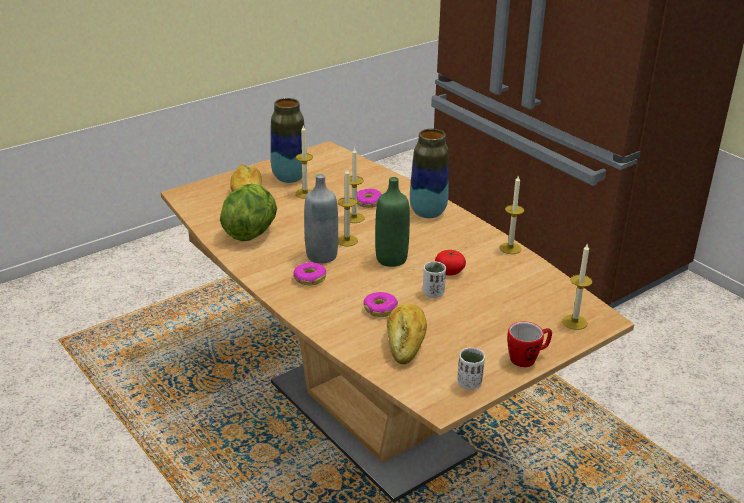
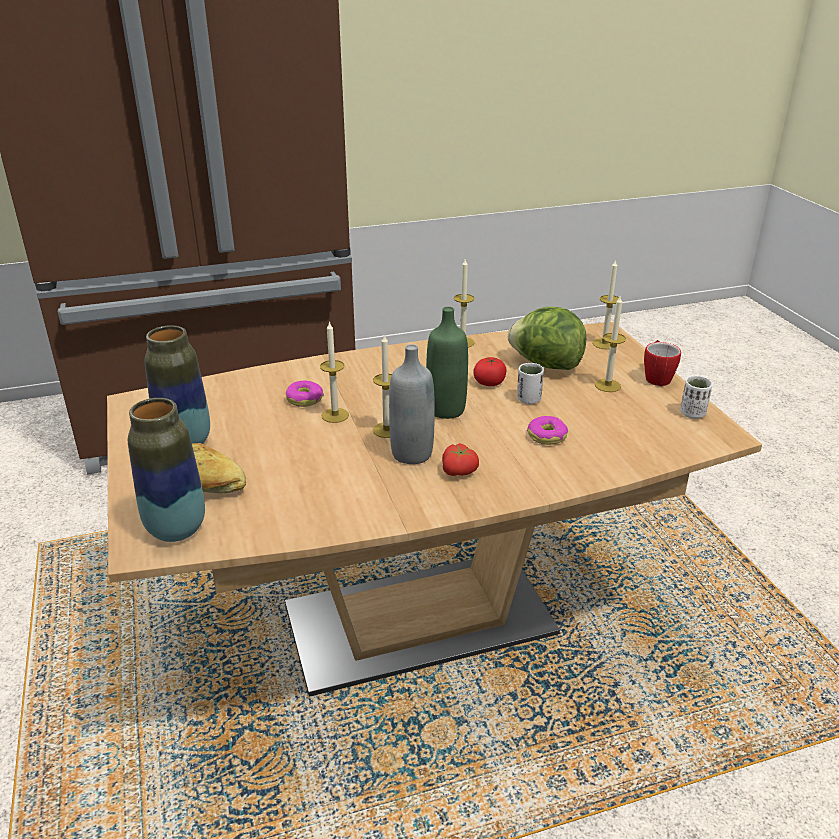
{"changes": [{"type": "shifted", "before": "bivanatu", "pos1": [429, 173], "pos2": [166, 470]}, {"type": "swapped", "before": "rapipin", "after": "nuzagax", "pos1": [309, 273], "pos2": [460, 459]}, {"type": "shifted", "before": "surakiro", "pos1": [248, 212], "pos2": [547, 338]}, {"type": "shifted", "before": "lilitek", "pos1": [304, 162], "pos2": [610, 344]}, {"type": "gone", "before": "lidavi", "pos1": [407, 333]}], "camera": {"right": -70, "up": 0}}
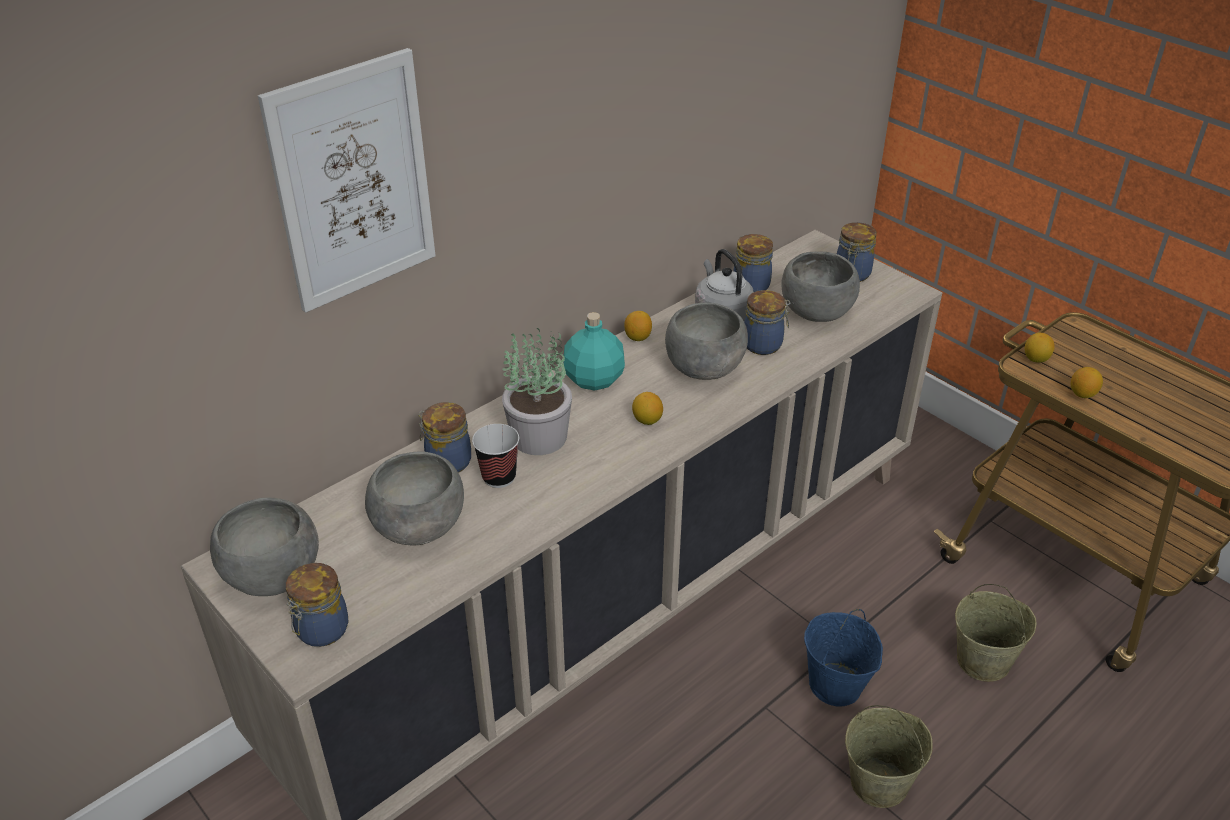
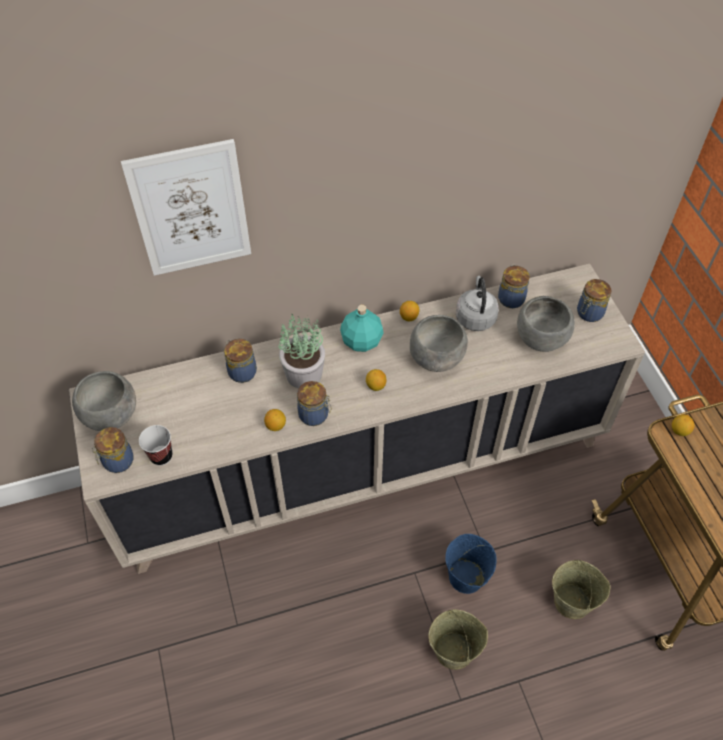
{"changes": [{"type": "shifted", "before": "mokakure", "pos1": [495, 456], "pos2": [156, 445]}, {"type": "shifted", "before": "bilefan", "pos1": [1087, 382], "pos2": [275, 420]}, {"type": "shifted", "before": "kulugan", "pos1": [767, 322], "pos2": [314, 403]}, {"type": "gone", "before": "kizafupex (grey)", "pos1": [414, 498]}], "camera": {"right": 25, "up": 15}}
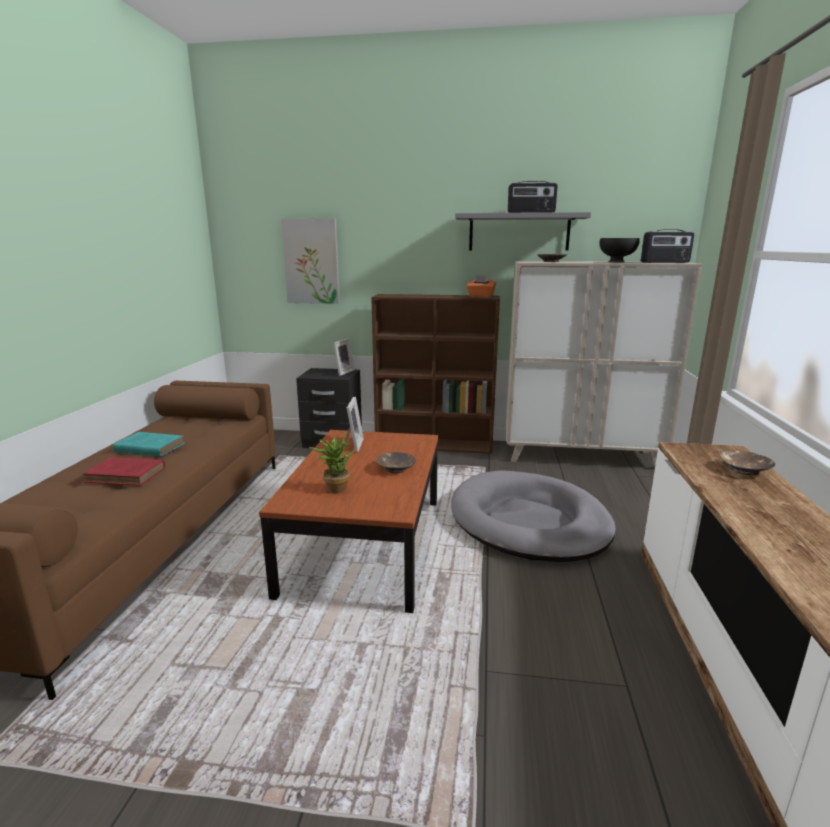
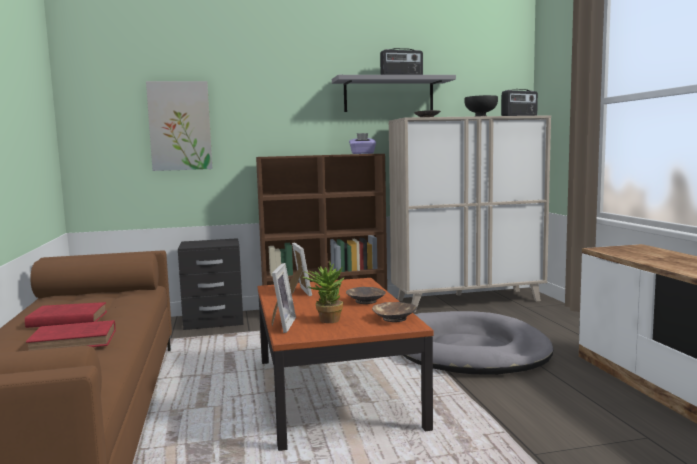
{"changes": [{"type": "repainted", "before": "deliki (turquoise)", "after": "deliki (red)", "pos1": [148, 444], "pos2": [66, 315]}, {"type": "shifted", "before": "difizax", "pos1": [344, 357], "pos2": [284, 298]}, {"type": "repainted", "before": "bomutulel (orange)", "after": "bomutulel (purple)", "pos1": [481, 286], "pos2": [362, 143]}, {"type": "shifted", "before": "kizafupex (brown)", "pos1": [747, 462], "pos2": [394, 312]}], "camera": {"right": -20, "up": -10}}
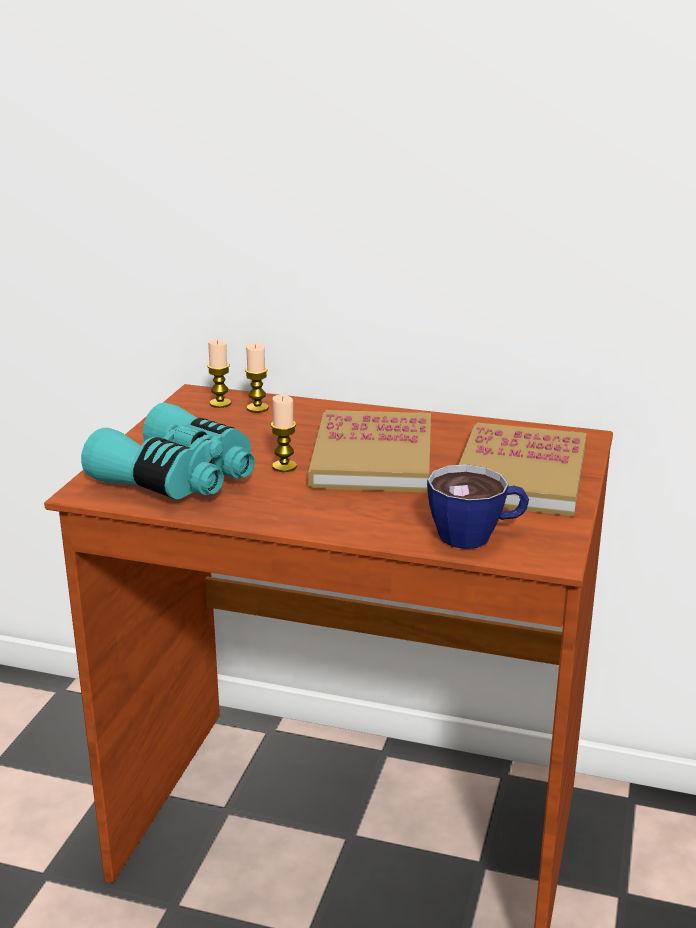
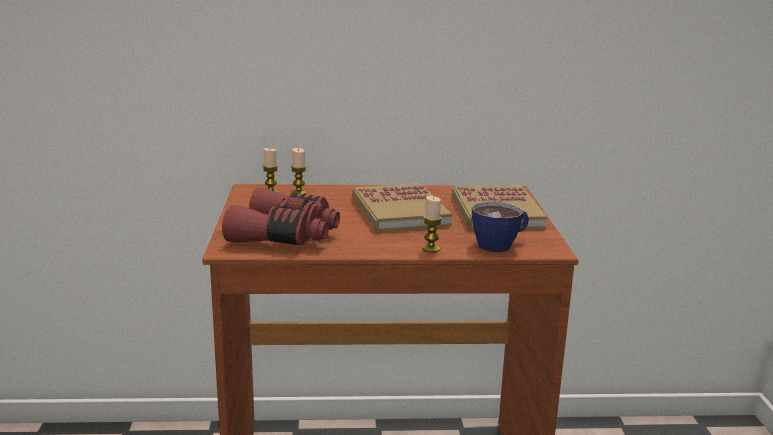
{"changes": [{"type": "repainted", "before": "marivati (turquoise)", "after": "marivati (red)", "pos1": [168, 450], "pos2": [281, 216]}, {"type": "shifted", "before": "lilitek", "pos1": [284, 433], "pos2": [432, 224]}], "camera": {"right": -20, "up": -5}}
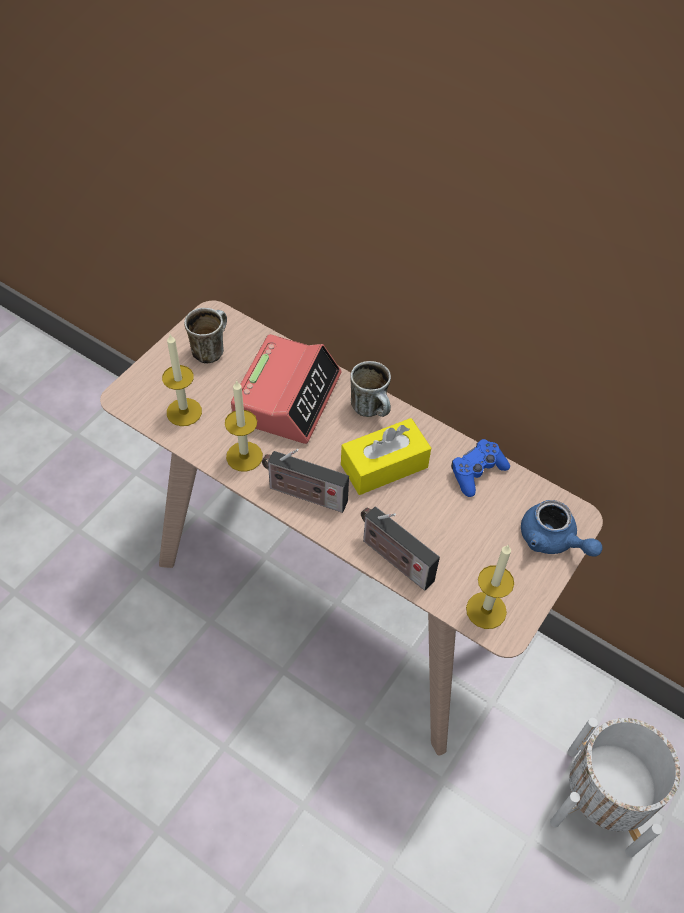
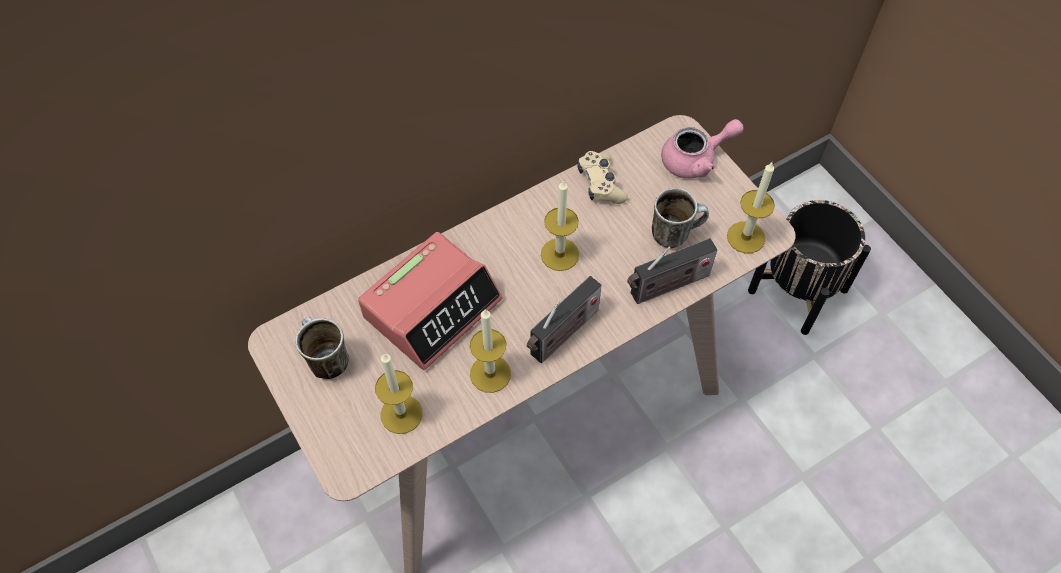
{"changes": [{"type": "rotated", "before": "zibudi", "pos1": [286, 389], "pos2": [430, 301], "turn": 90}, {"type": "swapped", "before": "bomutulel (yellow)", "after": "lilitek", "pos1": [386, 456], "pos2": [560, 225]}, {"type": "repainted", "before": "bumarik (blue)", "after": "bumarik (beige)", "pos1": [480, 468], "pos2": [602, 177]}, {"type": "shifted", "before": "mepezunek", "pos1": [370, 389], "pos2": [680, 218]}, {"type": "repainted", "before": "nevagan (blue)", "after": "nevagan (pink)", "pos1": [562, 528], "pos2": [702, 148]}, {"type": "repainted", "before": "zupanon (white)", "after": "zupanon (black)", "pos1": [615, 787], "pos2": [809, 267]}], "camera": {"right": -65, "up": 5}}
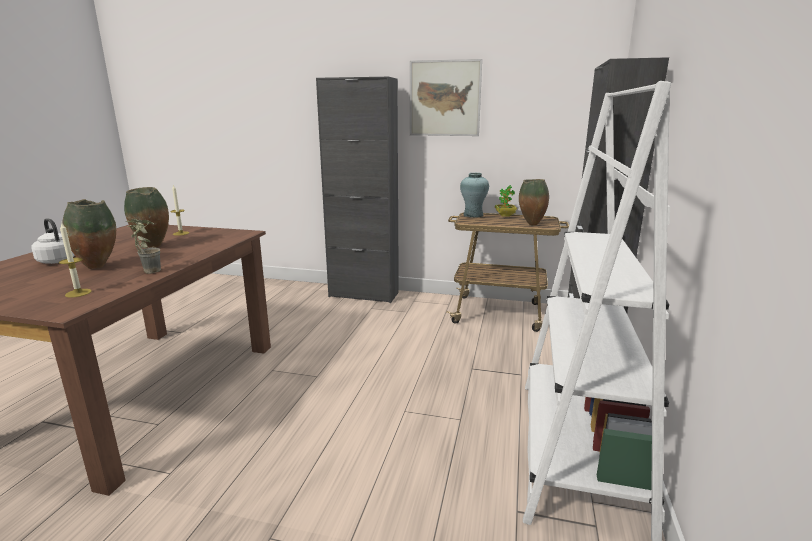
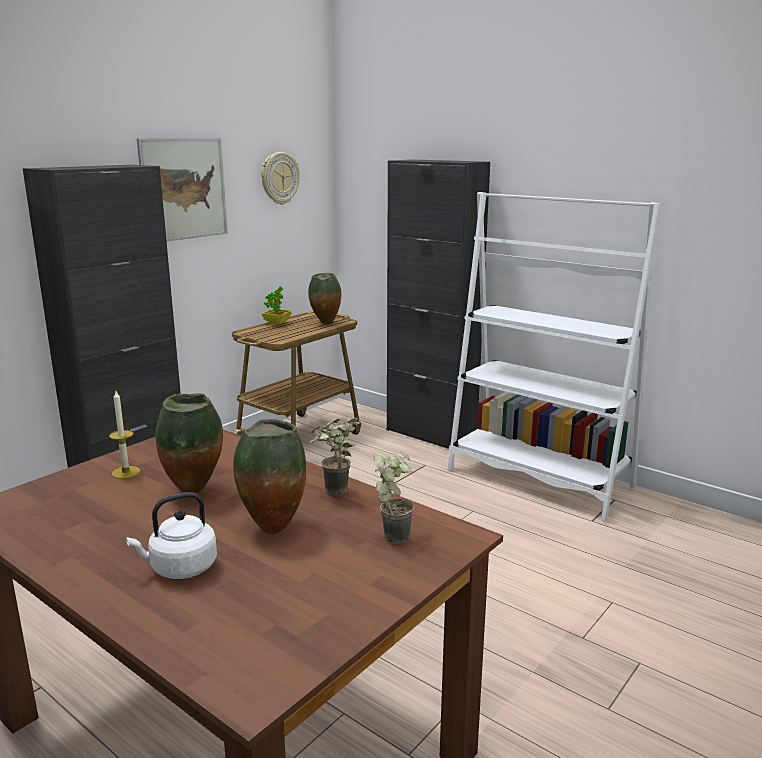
{"changes": [{"type": "new", "after": "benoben", "pos2": [280, 178]}, {"type": "swapped", "before": "lilitek", "after": "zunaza", "pos1": [75, 260], "pos2": [393, 497]}, {"type": "gone", "before": "bivanatu (turquoise)", "pos1": [474, 195]}], "camera": {"right": -65, "up": 0}}
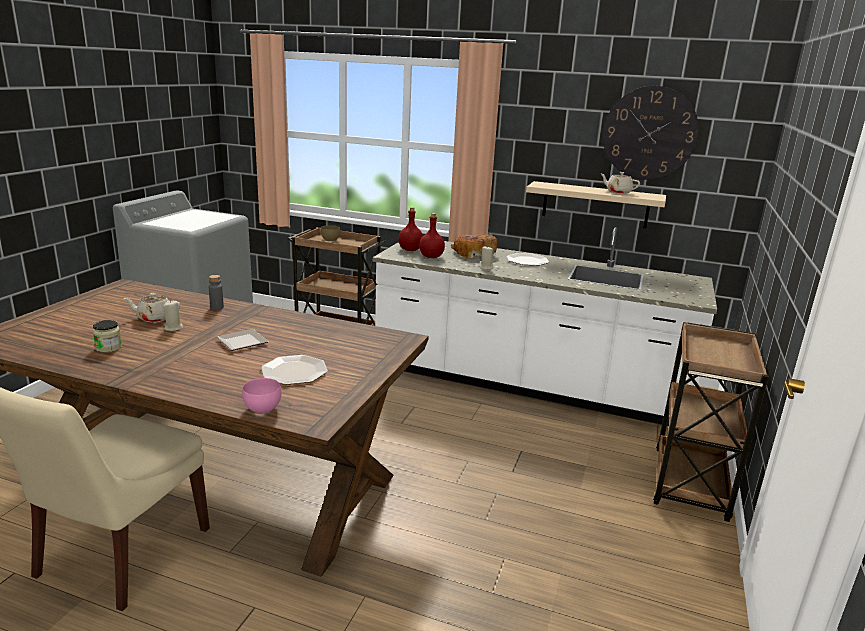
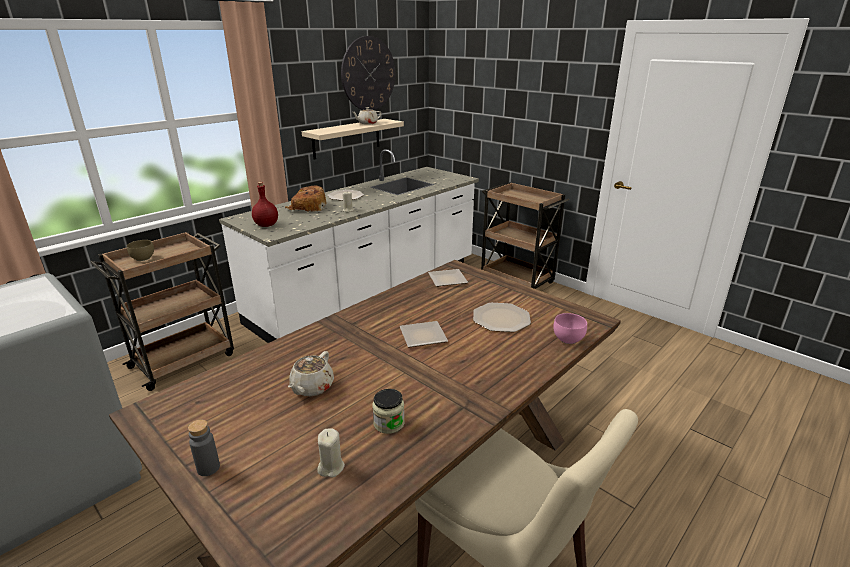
{"changes": [{"type": "shifted", "before": "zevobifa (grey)", "pos1": [216, 292], "pos2": [204, 447]}, {"type": "shifted", "before": "lilitek (beige)", "pos1": [173, 315], "pos2": [331, 453]}, {"type": "new", "after": "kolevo", "pos2": [448, 278]}, {"type": "gone", "before": "zevobifa (red)", "pos1": [432, 235]}], "camera": {"right": -65, "up": 5}}
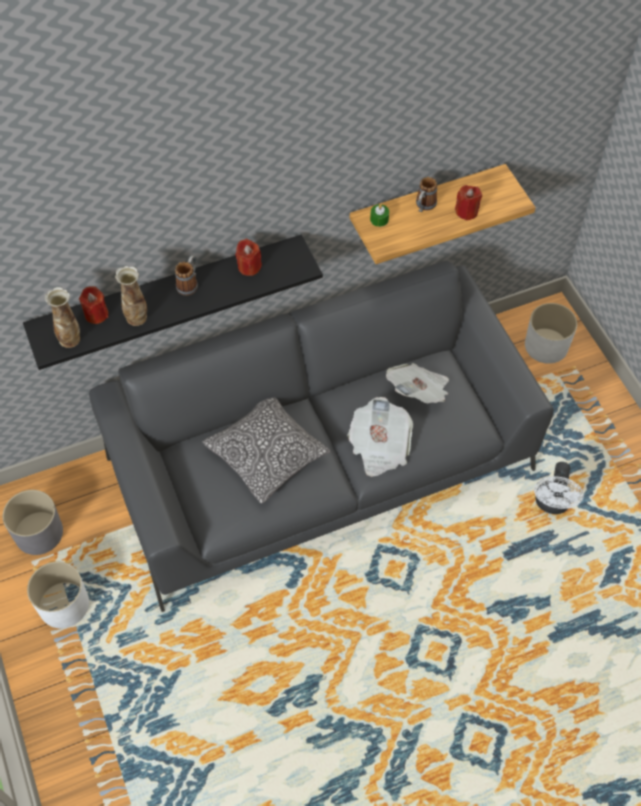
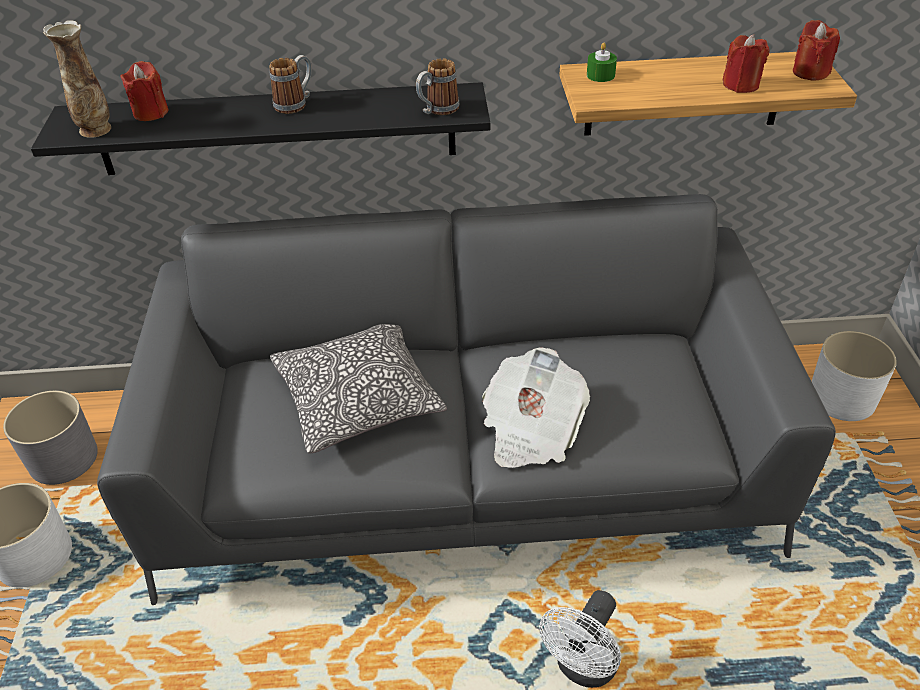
{"changes": [{"type": "shifted", "before": "mepezunek", "pos1": [426, 194], "pos2": [437, 86]}, {"type": "shifted", "before": "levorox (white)", "pos1": [559, 488], "pos2": [580, 639]}, {"type": "shifted", "before": "lilitek (red)", "pos1": [249, 257], "pos2": [816, 50]}, {"type": "gone", "before": "bivanatu", "pos1": [131, 296]}, {"type": "gone", "before": "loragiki", "pos1": [417, 383]}], "camera": {"right": 20, "up": -15}}
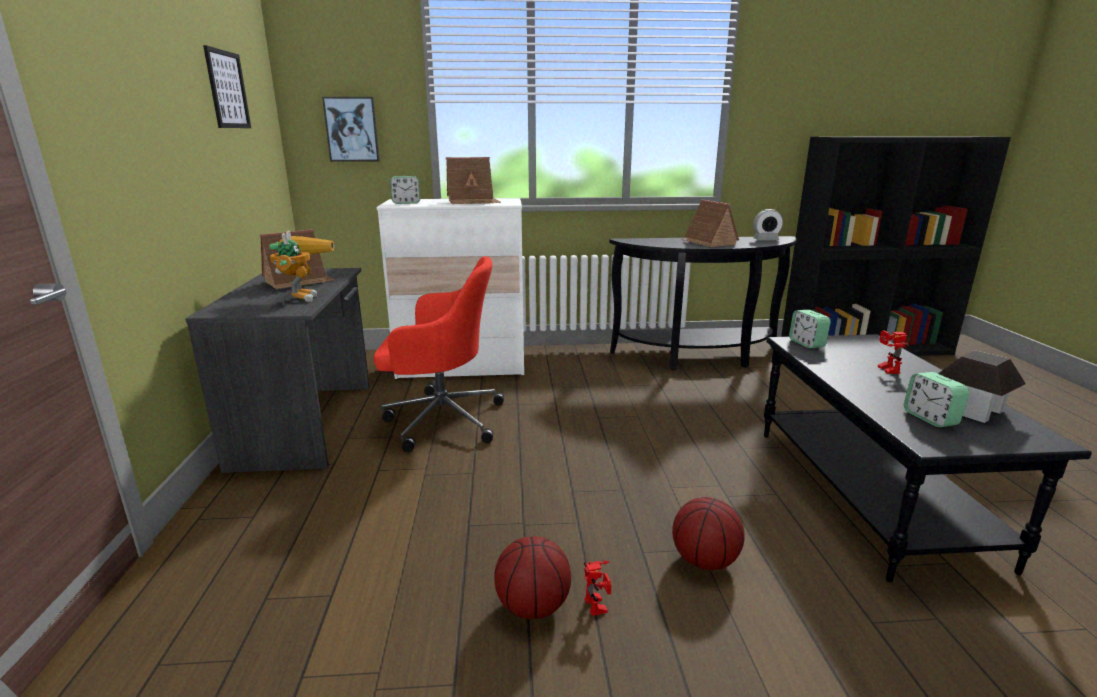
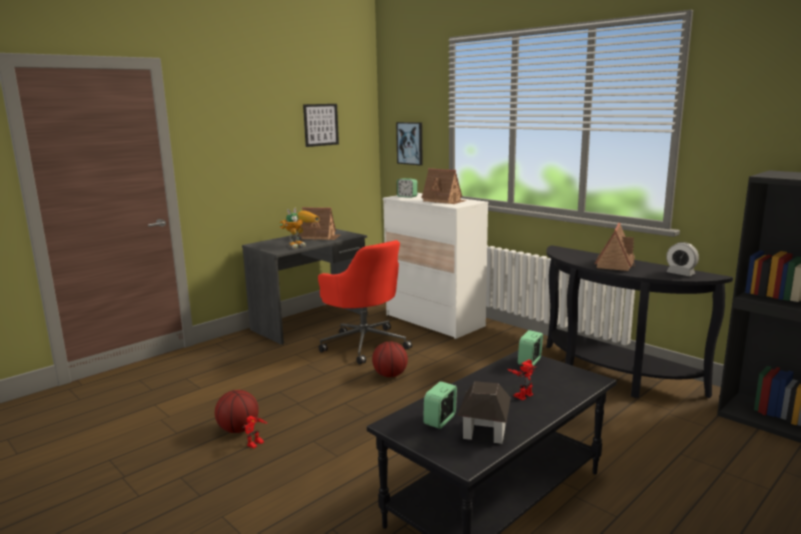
{"changes": [{"type": "shifted", "before": "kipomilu", "pos1": [708, 533], "pos2": [390, 359]}], "camera": {"right": 50, "up": -5}}
